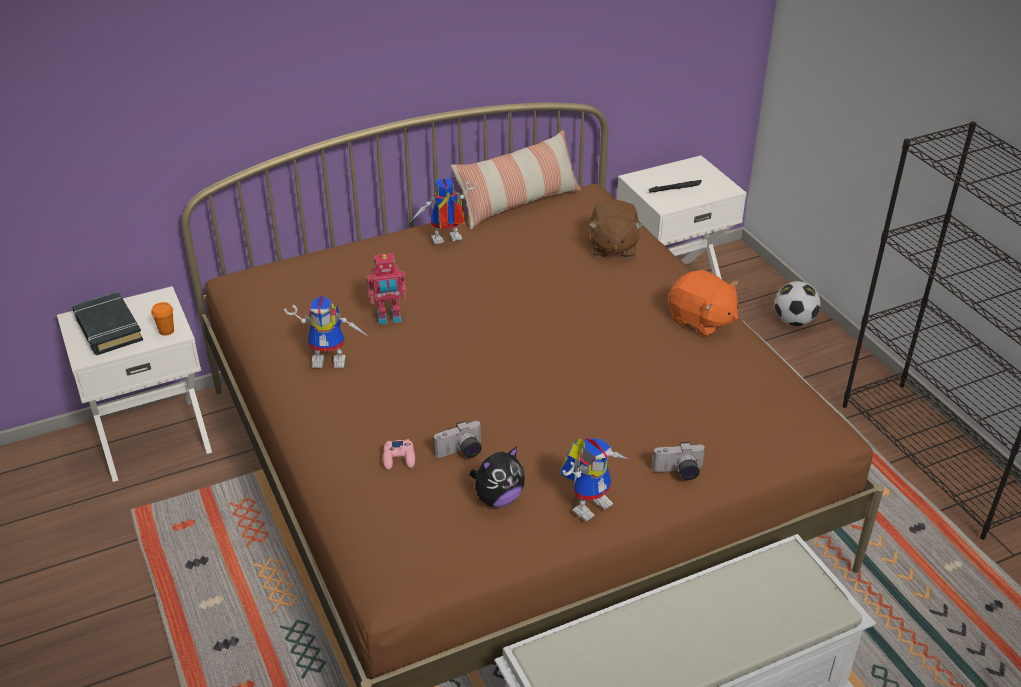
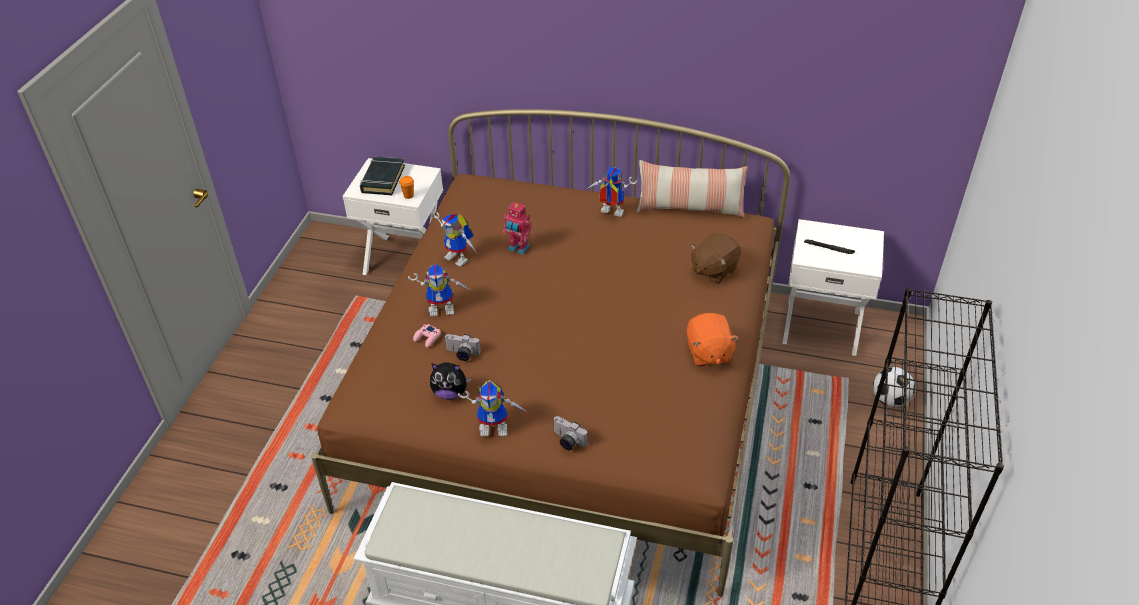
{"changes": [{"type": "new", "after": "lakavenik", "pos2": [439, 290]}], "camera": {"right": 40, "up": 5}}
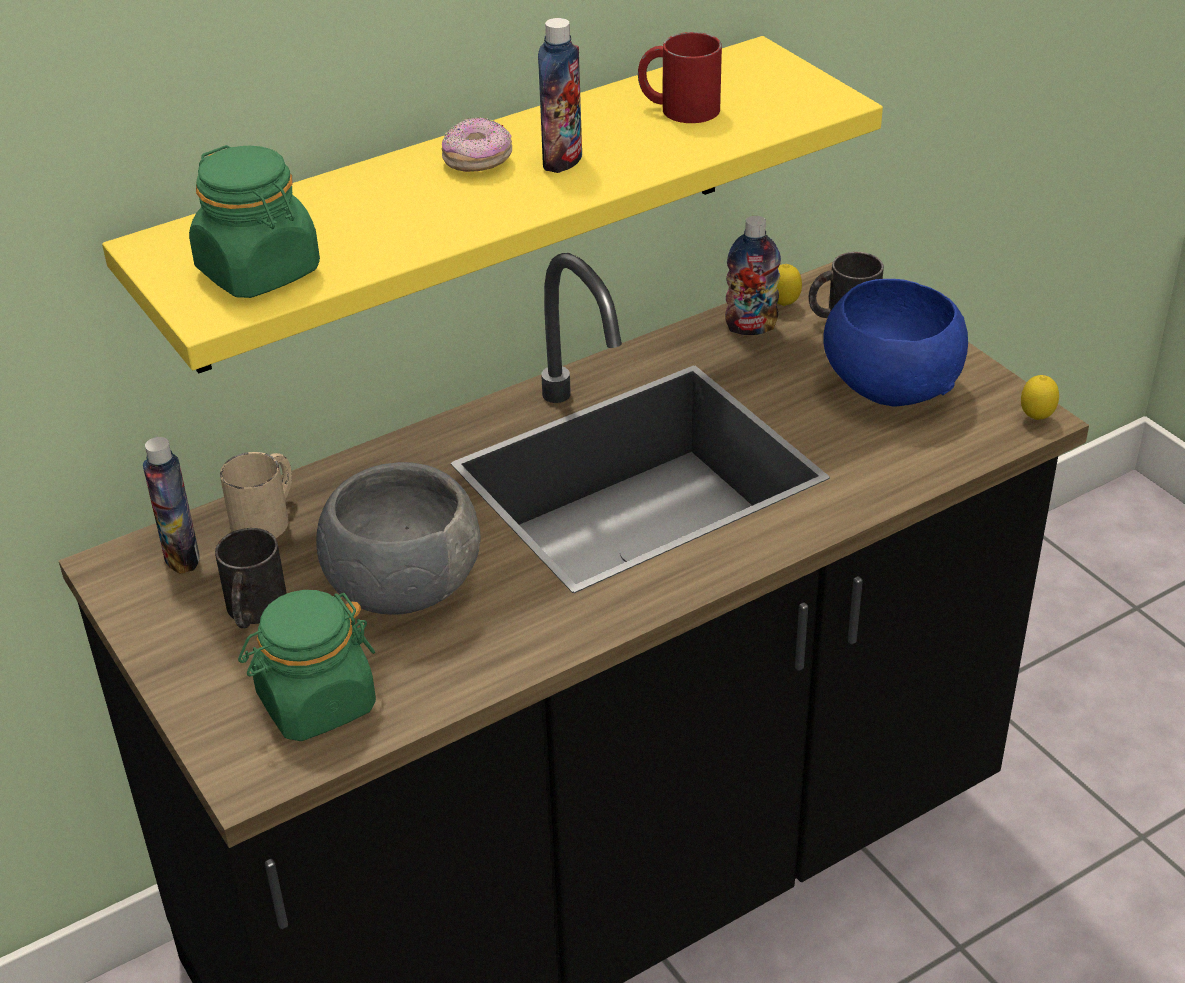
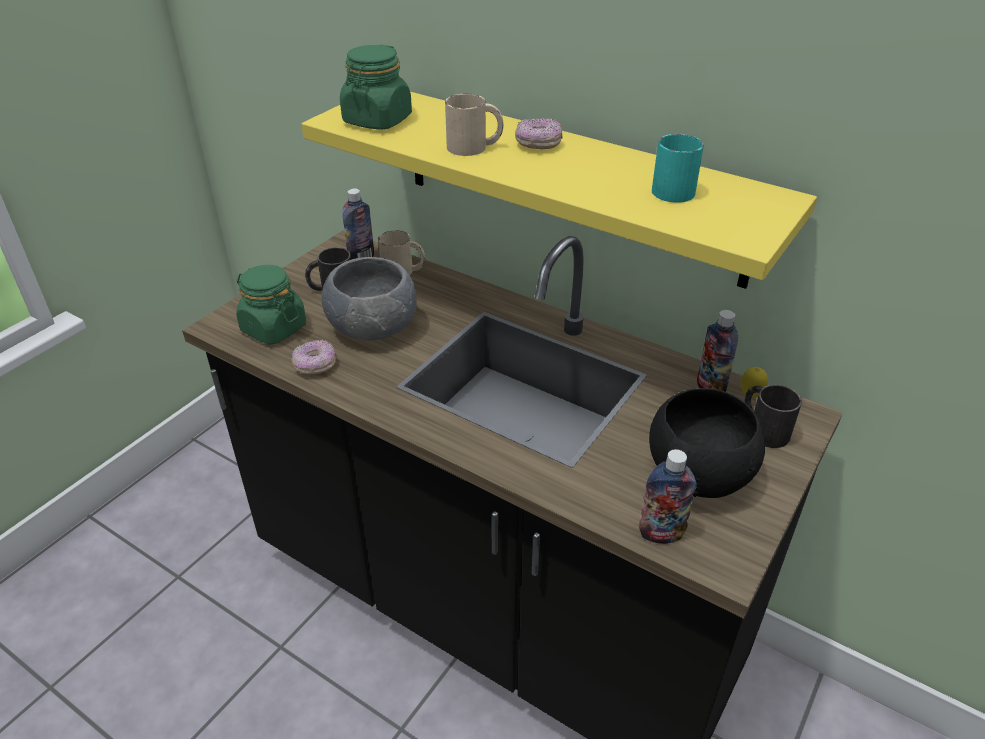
{"changes": [{"type": "new", "after": "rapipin", "pos2": [314, 357]}, {"type": "new", "after": "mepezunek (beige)", "pos2": [474, 125]}, {"type": "shifted", "before": "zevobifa", "pos1": [560, 95], "pos2": [667, 496]}, {"type": "repainted", "before": "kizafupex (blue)", "after": "kizafupex (black)", "pos1": [895, 343], "pos2": [707, 443]}, {"type": "repainted", "before": "mepezunek (red)", "after": "mepezunek (turquoise)", "pos1": [680, 77], "pos2": [678, 168]}, {"type": "gone", "before": "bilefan", "pos1": [1040, 397]}], "camera": {"right": 65, "up": 0}}
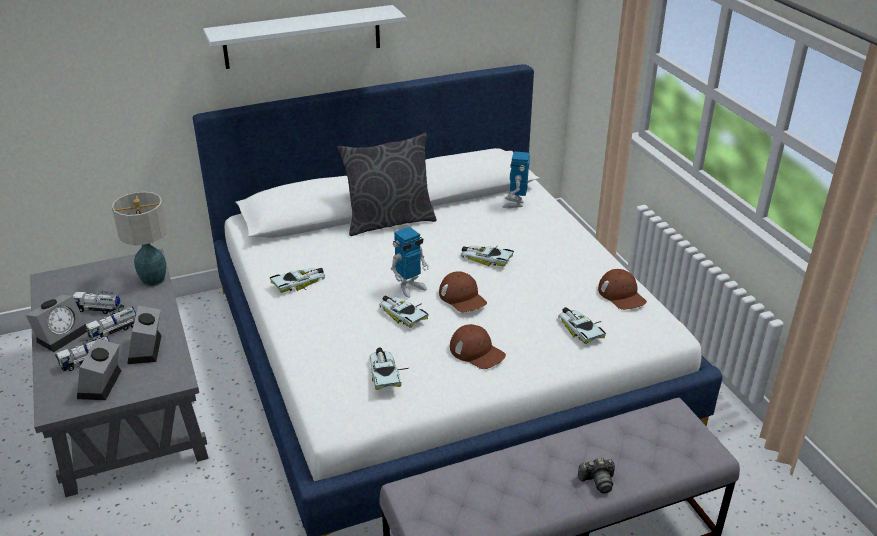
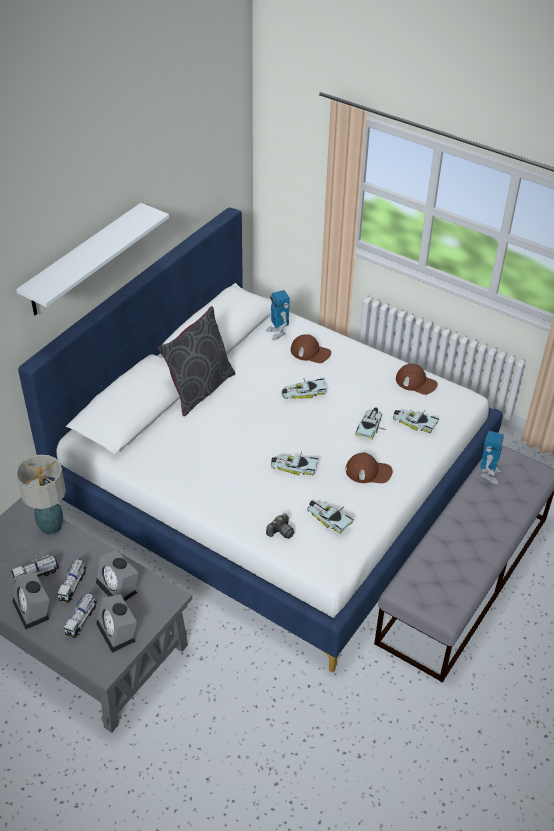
{"changes": [{"type": "rotated", "before": "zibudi", "pos1": [56, 323], "pos2": [31, 601], "turn": 150}, {"type": "shifted", "before": "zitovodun", "pos1": [596, 475], "pos2": [280, 526]}, {"type": "shifted", "before": "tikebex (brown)", "pos1": [463, 292], "pos2": [311, 348]}, {"type": "shifted", "before": "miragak", "pos1": [297, 280], "pos2": [370, 424]}, {"type": "shifted", "before": "lakavenik", "pos1": [410, 262], "pos2": [492, 457]}], "camera": {"right": -35, "up": 10}}
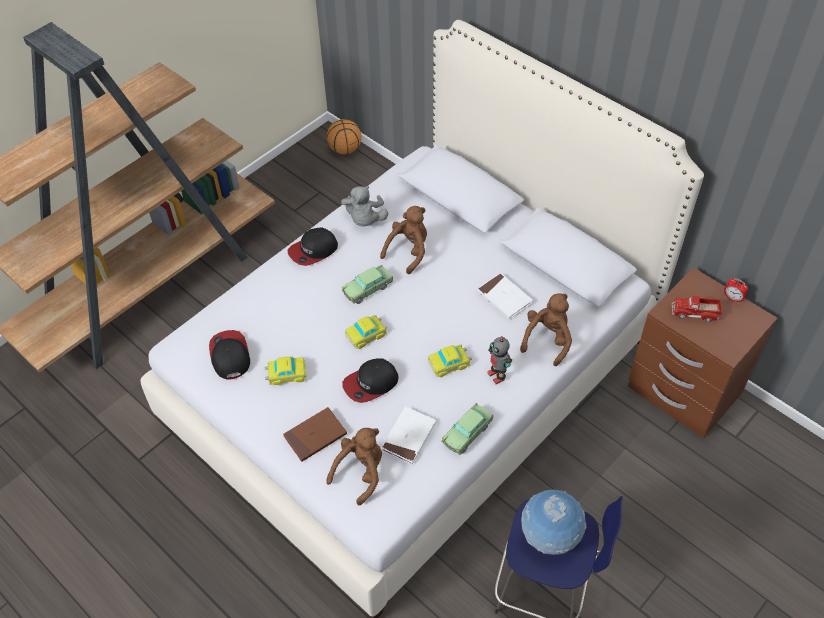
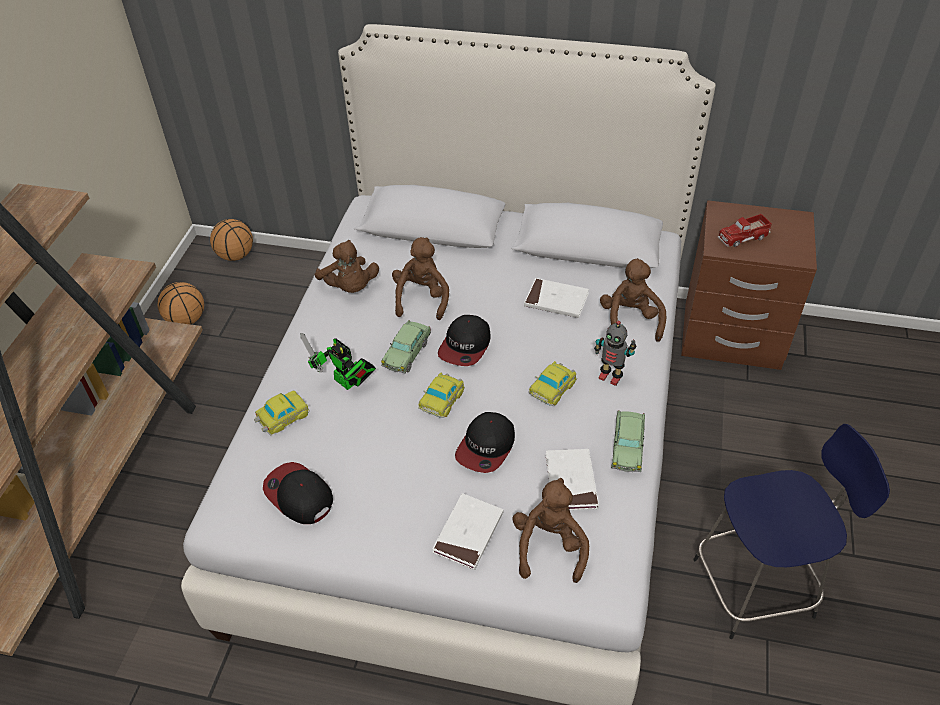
{"changes": [{"type": "new", "after": "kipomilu", "pos2": [181, 303]}, {"type": "shifted", "before": "miragak", "pos1": [286, 370], "pos2": [282, 413]}, {"type": "new", "after": "lakavenik", "pos2": [338, 361]}, {"type": "repainted", "before": "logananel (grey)", "after": "logananel (brown)", "pos1": [365, 206], "pos2": [346, 266]}, {"type": "repainted", "before": "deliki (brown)", "after": "deliki (white)", "pos1": [315, 434], "pos2": [468, 531]}, {"type": "shifted", "before": "tikebex", "pos1": [313, 247], "pos2": [464, 340]}, {"type": "gone", "before": "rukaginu", "pos1": [554, 522]}, {"type": "gone", "before": "zibudi", "pos1": [736, 290]}], "camera": {"right": -30, "up": -5}}
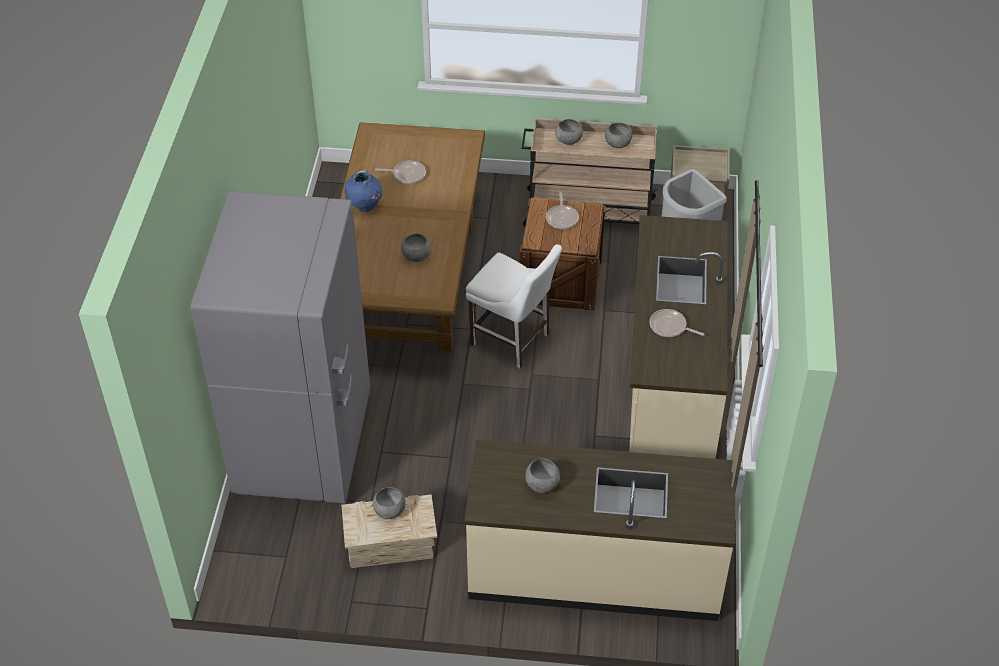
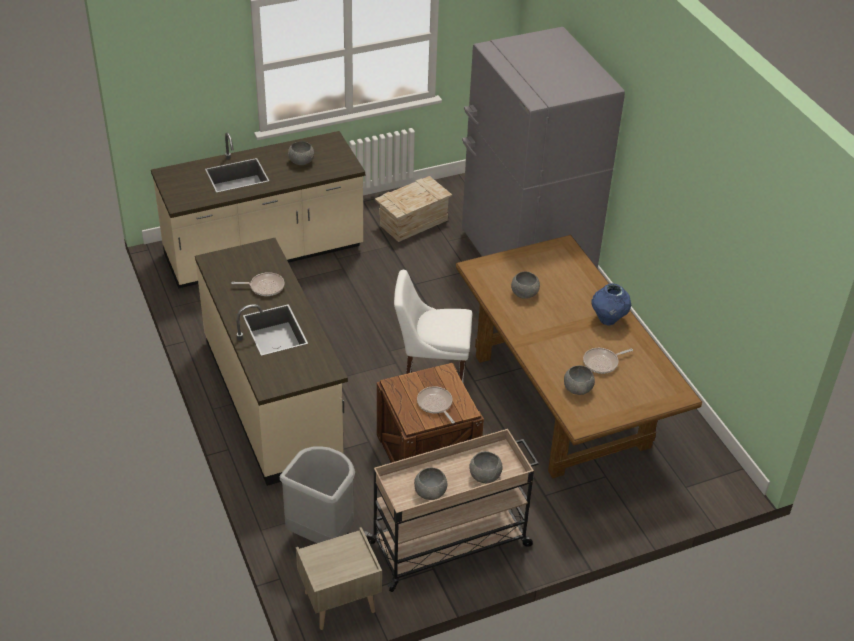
{"changes": [{"type": "shifted", "before": "kizafupex (grey)", "pos1": [389, 503], "pos2": [579, 380]}], "camera": {"right": 150, "up": -5}}
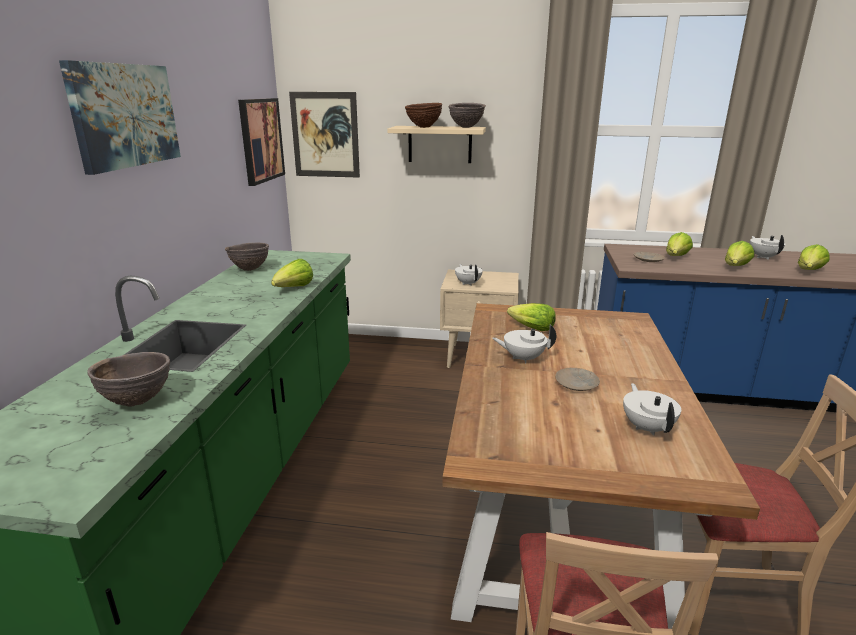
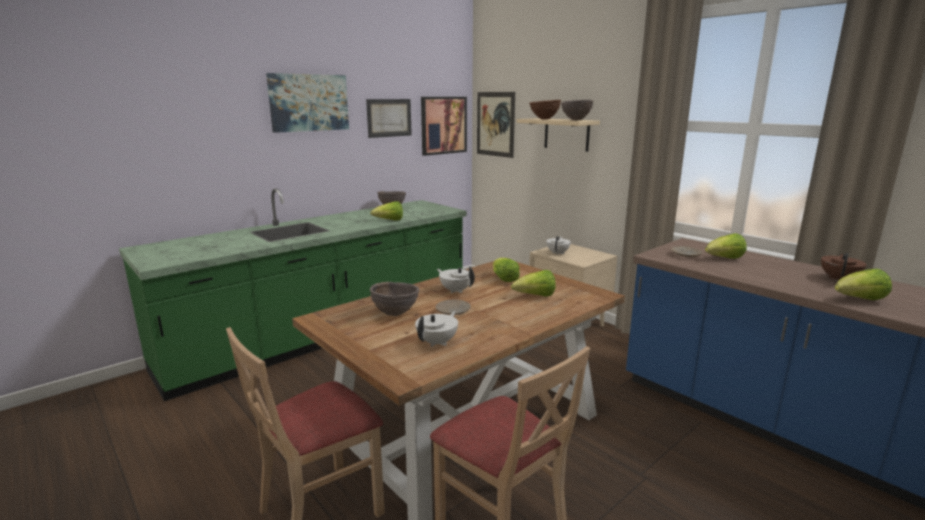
{"changes": [{"type": "new", "after": "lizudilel", "pos2": [389, 118]}, {"type": "shifted", "before": "kizafupex (brown)", "pos1": [128, 379], "pos2": [394, 299]}, {"type": "shifted", "before": "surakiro", "pos1": [739, 253], "pos2": [533, 283]}, {"type": "repainted", "before": "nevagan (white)", "after": "nevagan (brown)", "pos1": [767, 247], "pos2": [844, 266]}], "camera": {"right": 40, "up": -5}}
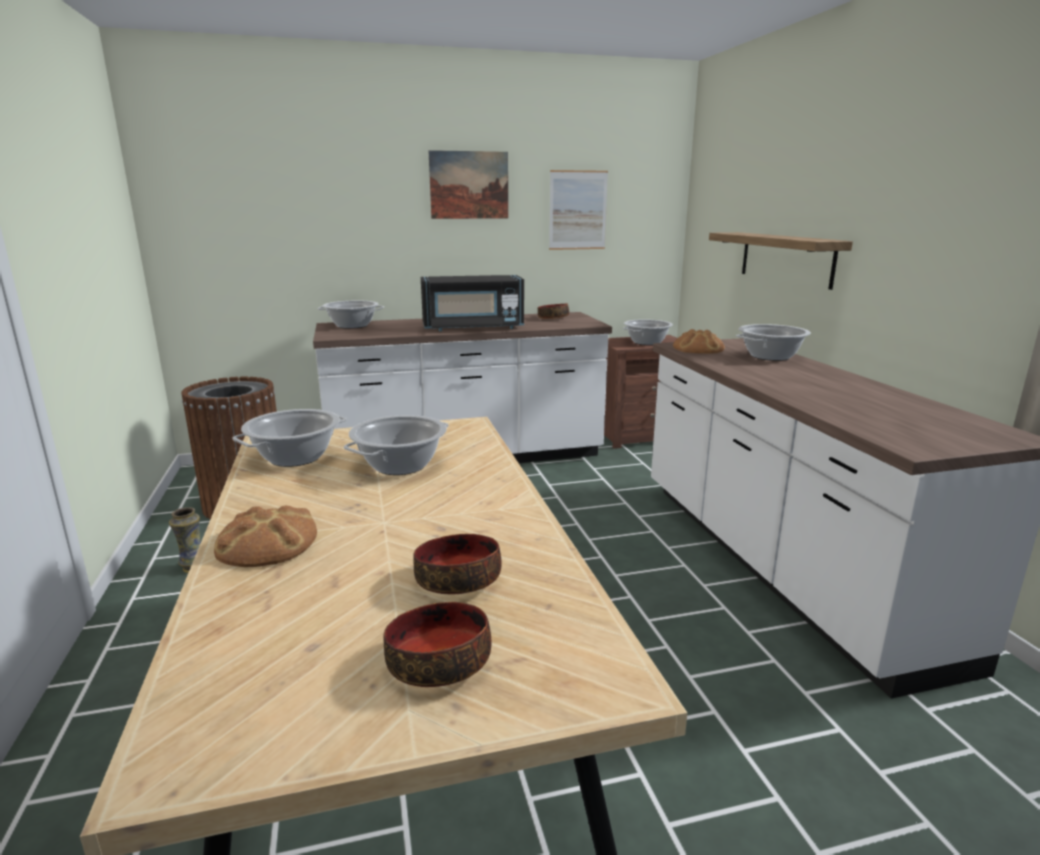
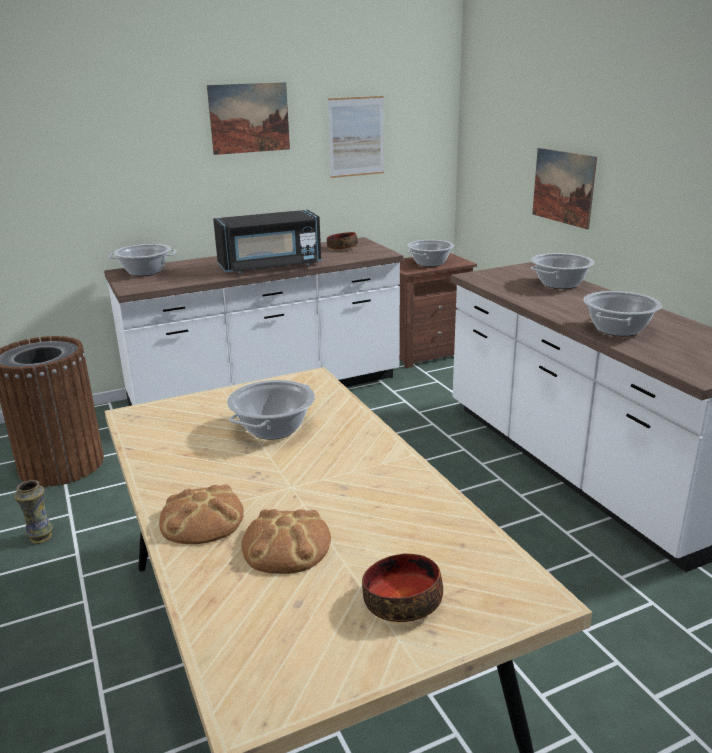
{"changes": [{"type": "shifted", "before": "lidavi", "pos1": [699, 341], "pos2": [286, 541]}, {"type": "swapped", "before": "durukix", "after": "lizudilel", "pos1": [781, 261], "pos2": [564, 188]}, {"type": "shifted", "before": "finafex", "pos1": [289, 438], "pos2": [622, 313]}, {"type": "gone", "before": "kizafupex", "pos1": [457, 564]}], "camera": {"right": -10, "up": 5}}
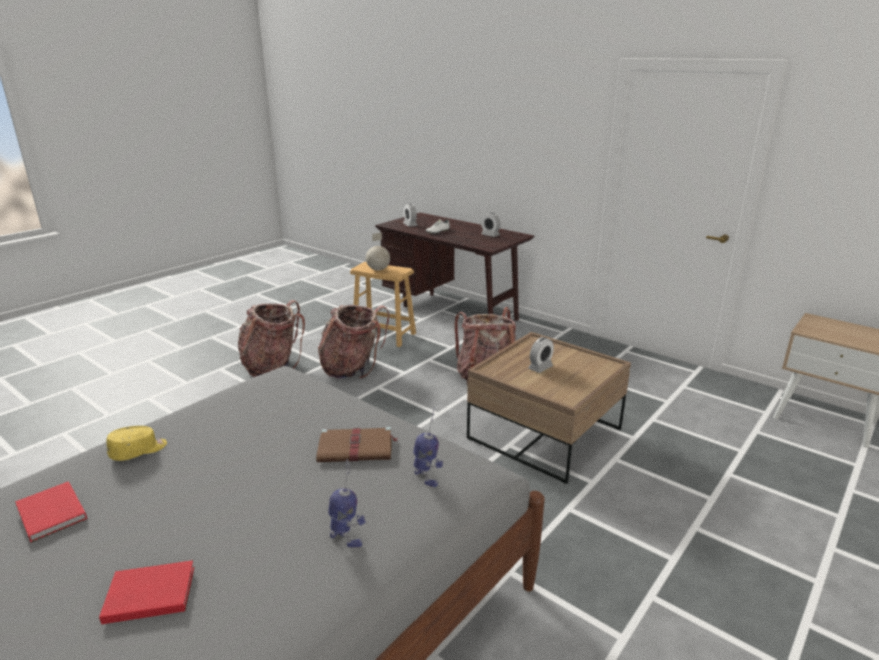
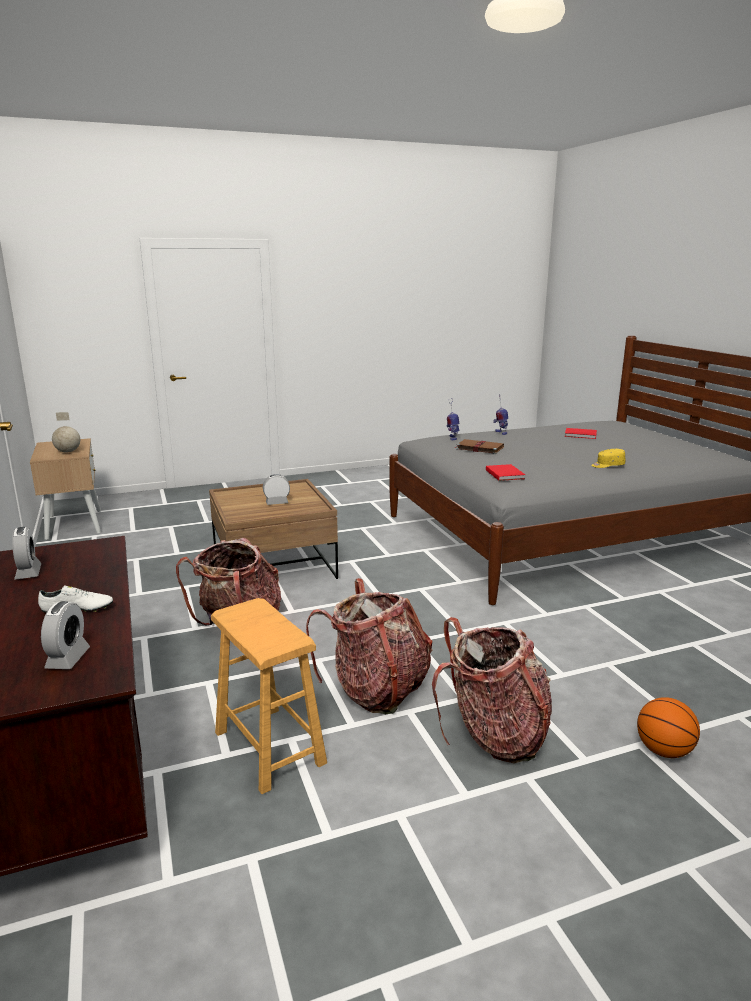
{"changes": [{"type": "shifted", "before": "rukaginu", "pos1": [378, 251], "pos2": [66, 432]}, {"type": "shifted", "before": "deliki (red)", "pos1": [51, 511], "pos2": [505, 472]}, {"type": "new", "after": "kipomilu", "pos2": [668, 727]}], "camera": {"right": -150, "up": -5}}
